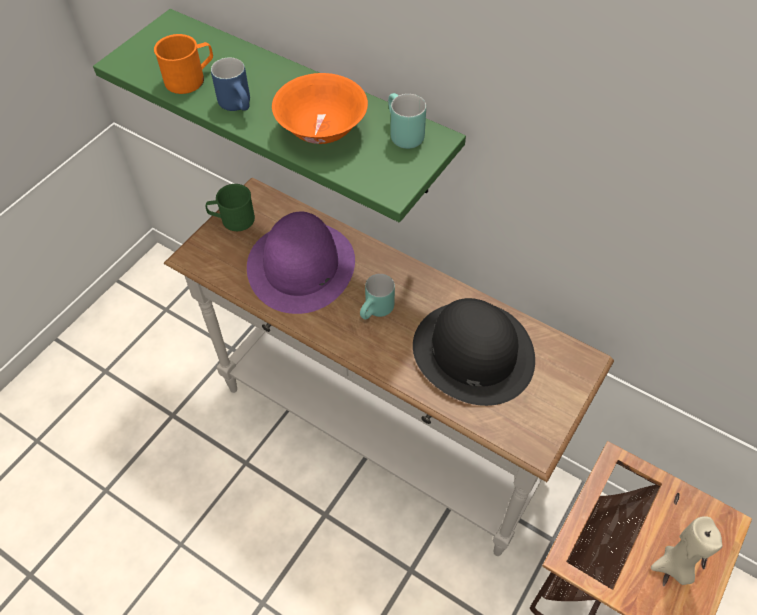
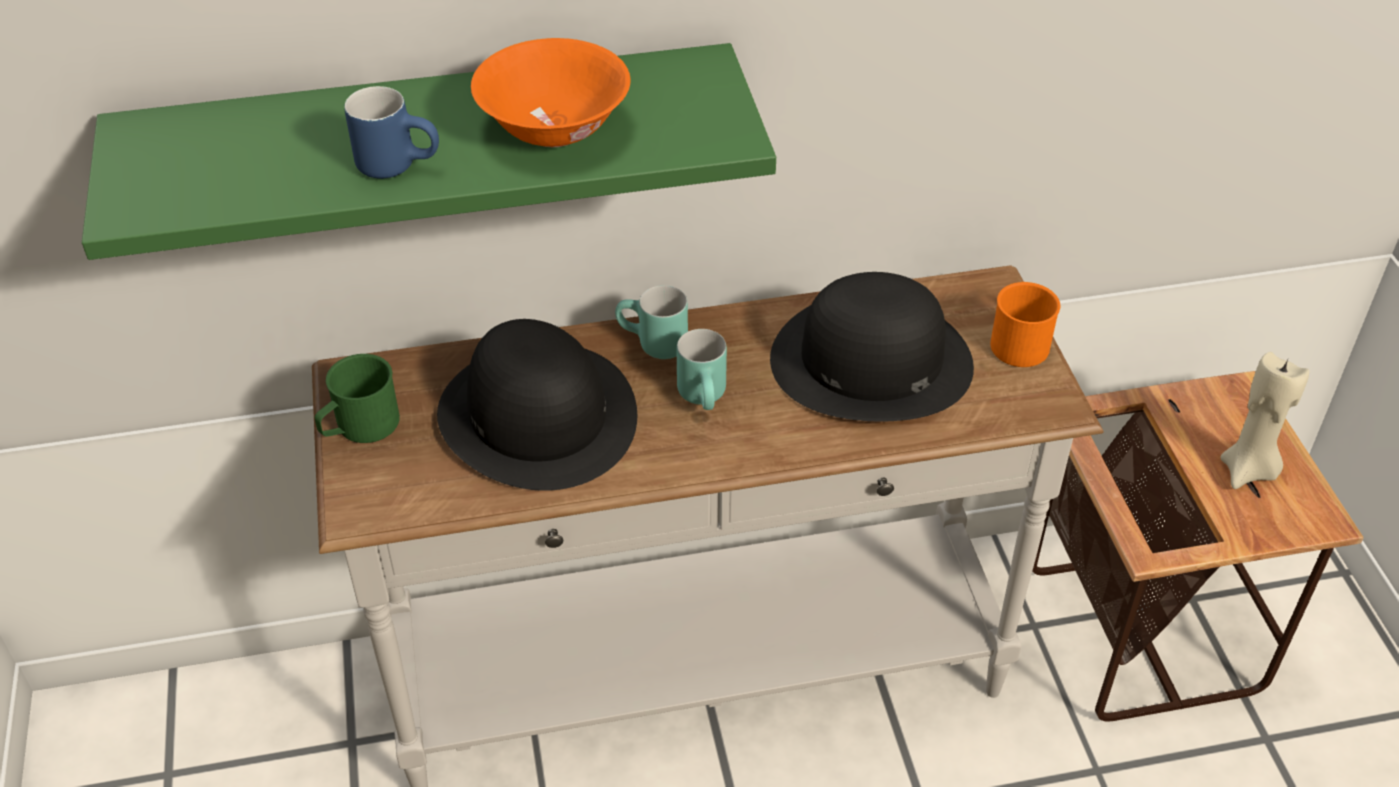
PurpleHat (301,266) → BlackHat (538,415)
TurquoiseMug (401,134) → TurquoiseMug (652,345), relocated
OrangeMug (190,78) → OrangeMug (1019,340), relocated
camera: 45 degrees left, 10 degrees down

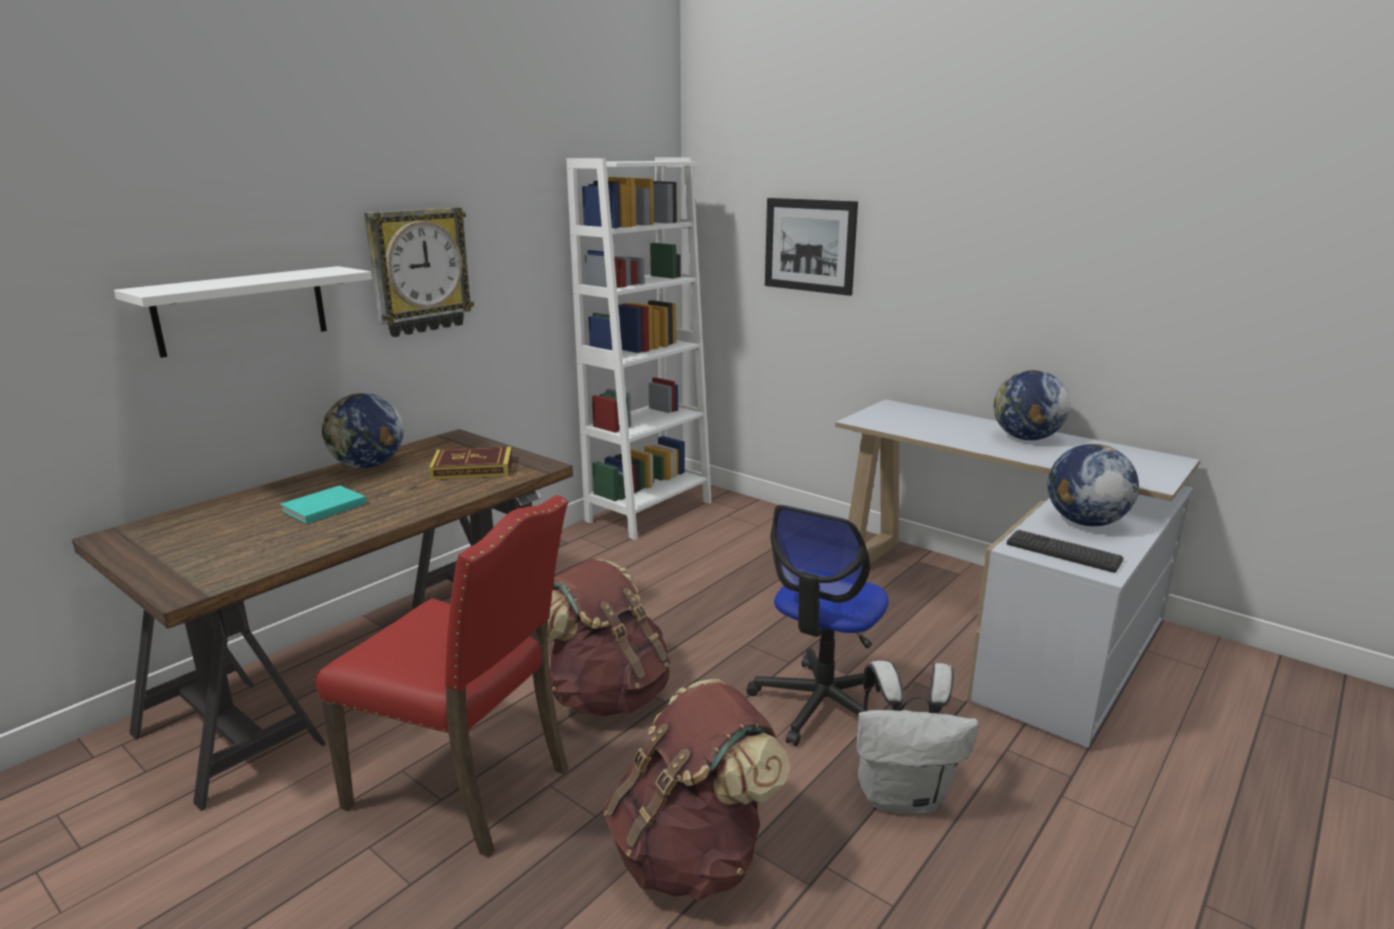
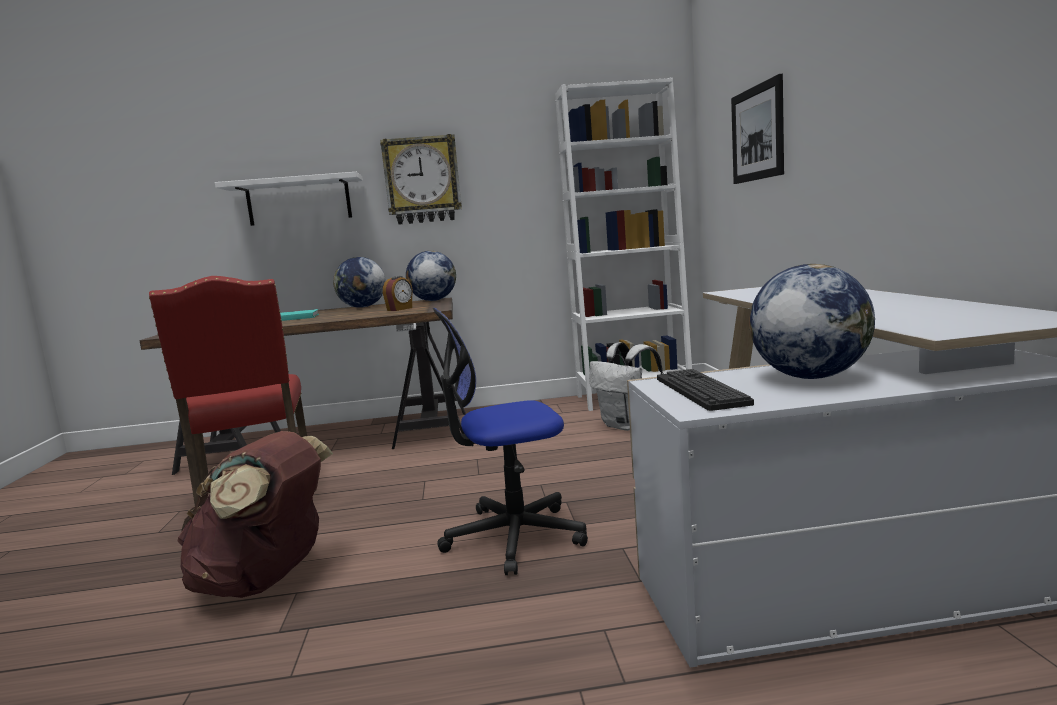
Book (472,468) → AlarmClock (400,309)
Globe (1026,438) → Globe (433,300), relocated
WhiteBackpack (903,795) → WhiteBackpack (627,425), relocated
BrownBackpack (606,694) → -
camera: 45 degrees right, 10 degrees down

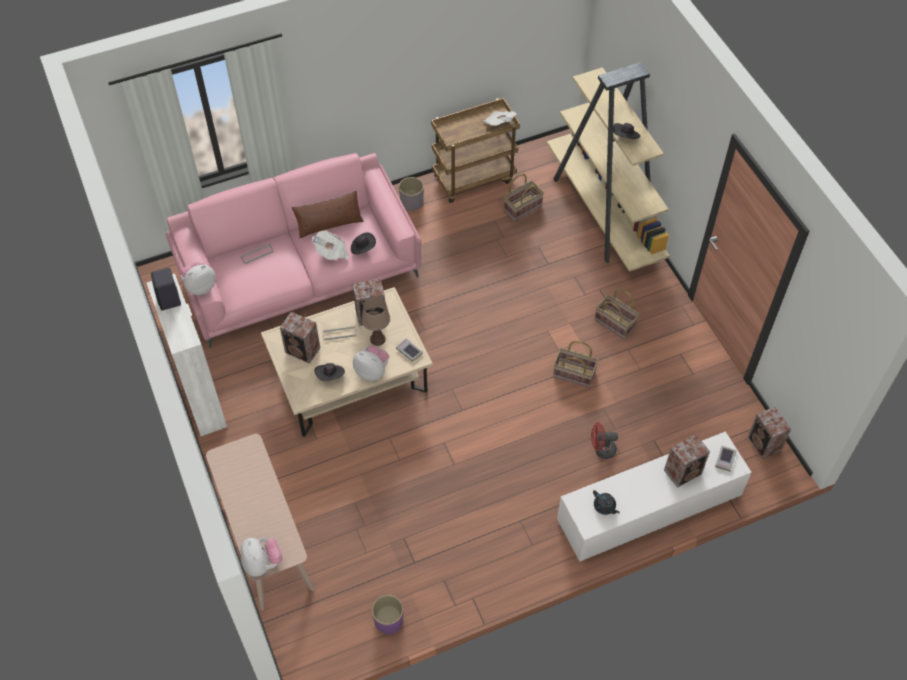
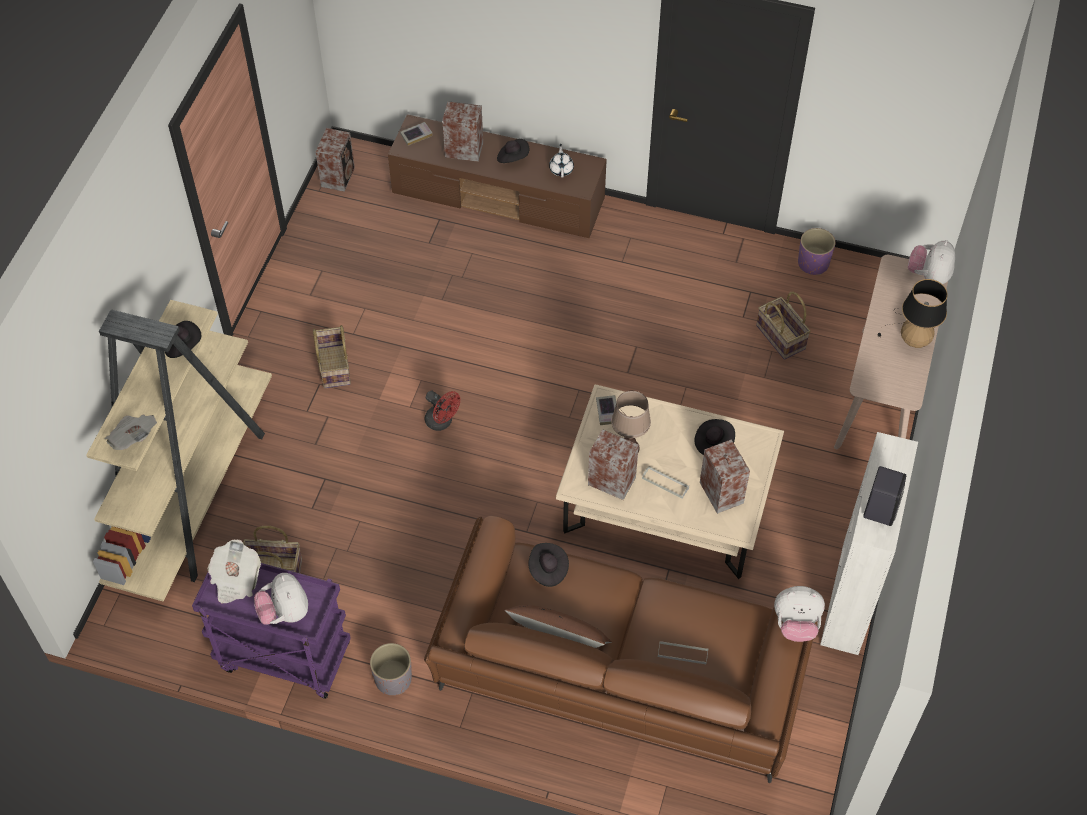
Newspaper (332,252) → Newspaper (133,438), relocated
BrownCart (474,178) → PurpleCart (282,657)
PlushToy (372,371) → PlushToy (284,612), relocated
WhiteTvStand (648,509) → BrownTvStand (499,197)
PinkSofa (300,274) → BrownSofa (617,678)
RedFan (601,450) → RedFan (442,422), relocated
- → BlackHat (513,157)
BlackTeapot (604,507) → WhiteTeapot (561,169)
Basket (573,374) → Basket (781,337), relocated
- → TableLamp (911,337)
camera: 140 degrees left, 0 degrees up

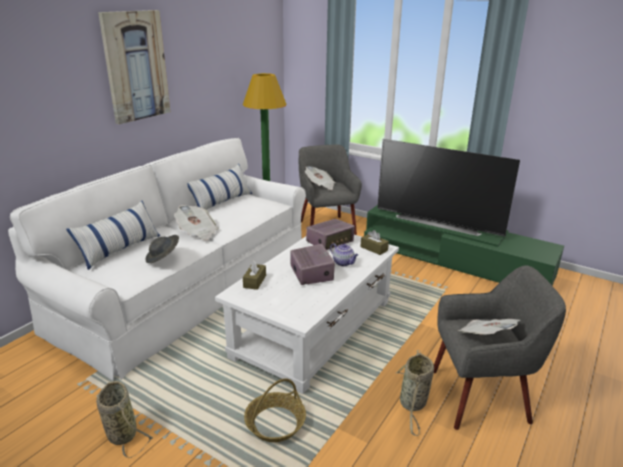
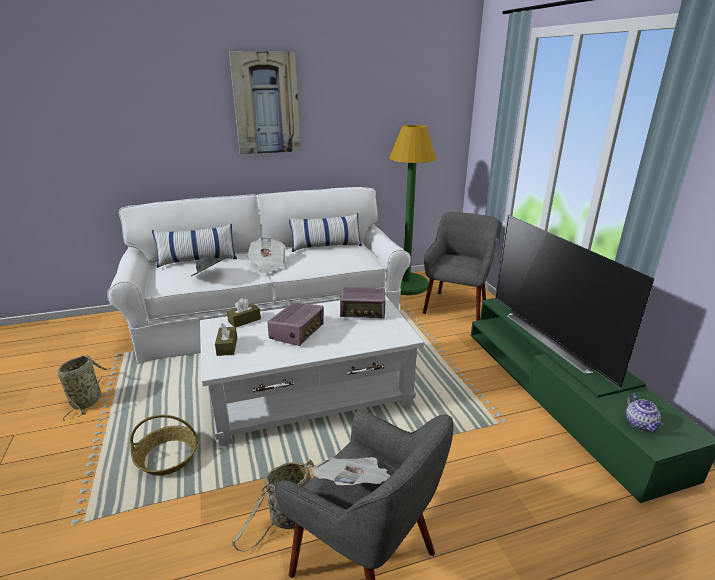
BrownTissueBox (374,249) → BrownTissueBox (227,346), relocated
Teapot (344,263) → Teapot (640,424), relocated
Newspaper (320,185) → -
camera: 40 degrees right, 0 degrees up

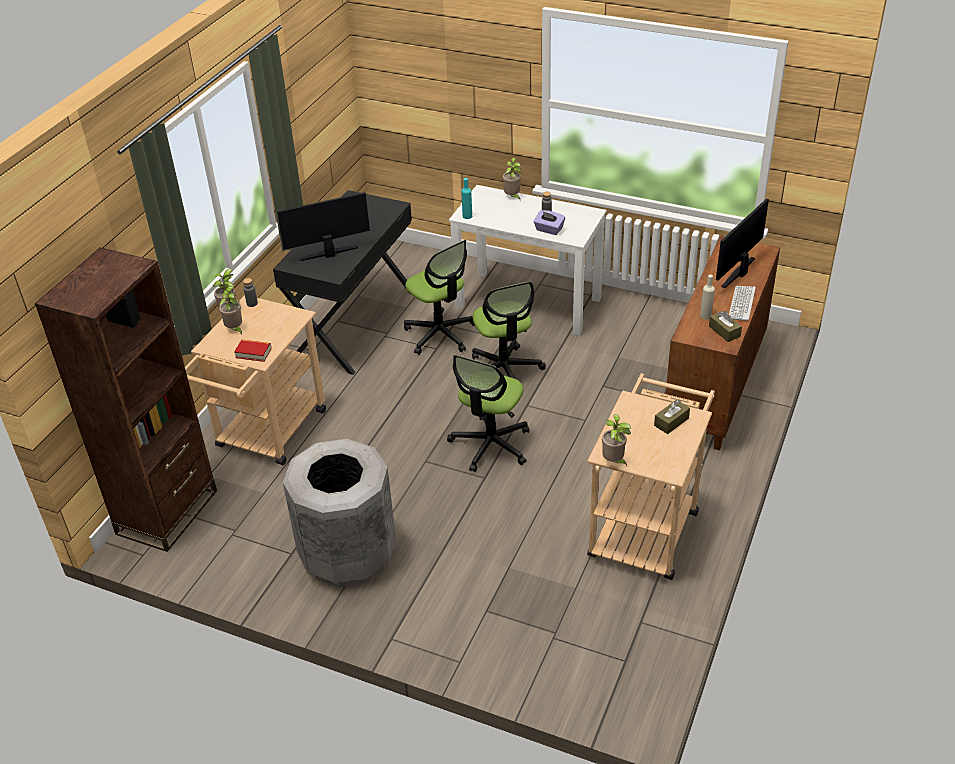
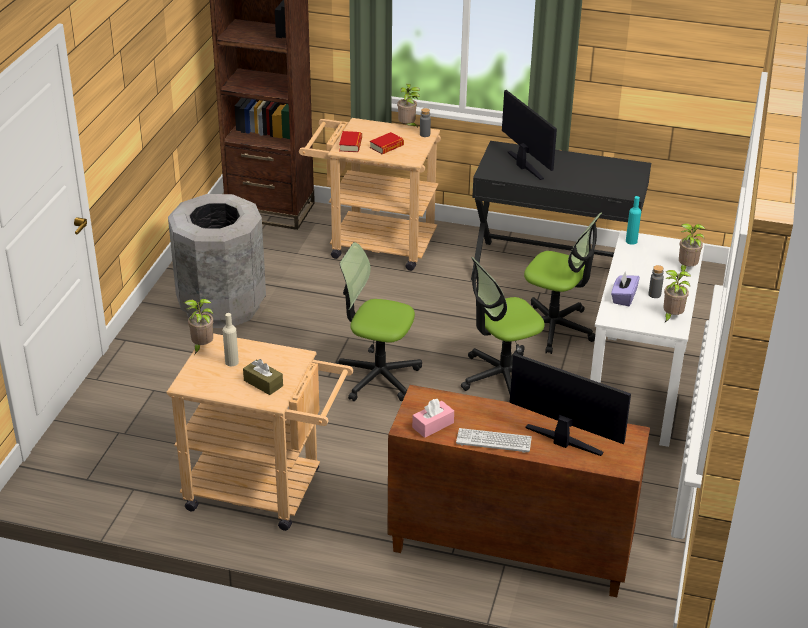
BeigeBottle (705,316) → BeigeBottle (231,362), relocated
- → Book (386,146)
BrownTissueBox (724,331) → PinkTissueBox (433,425)
OfficeChair (440,334) → OfficeChair (554,328), 105 degrees counterclockwise
PottedPlant (235,329) → PottedPlant (671,317), relocated
camera: 80 degrees right, 5 degrees down

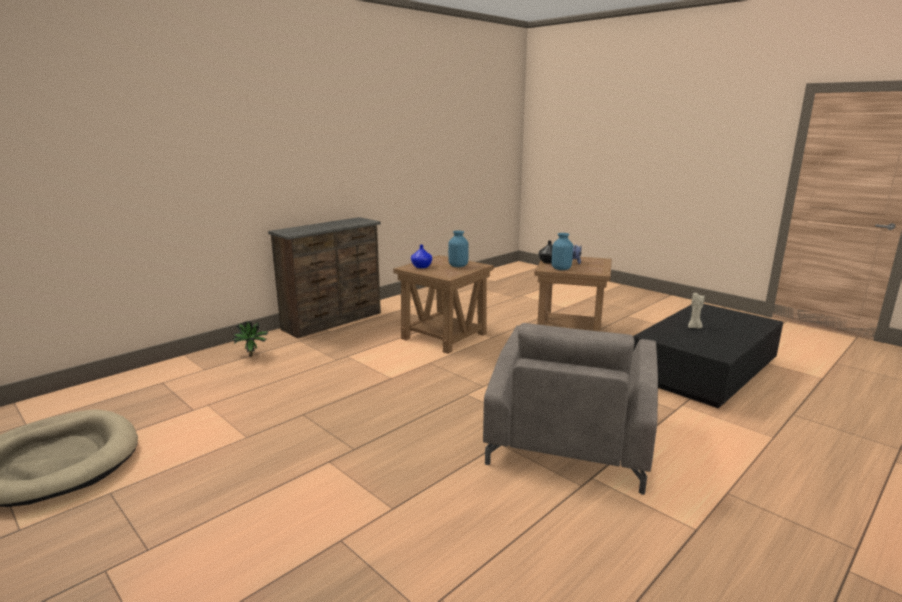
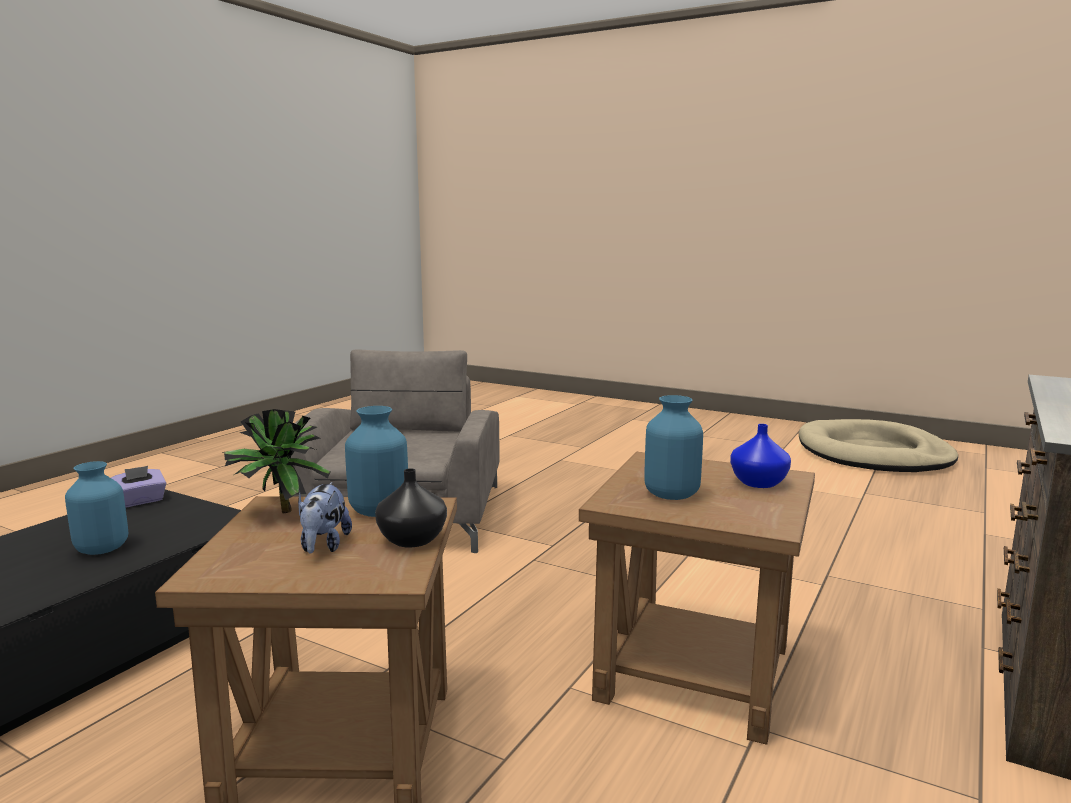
BeigeCandle (694,327) → BlueVase (103,549)
- → PurpleTissueBox (140,501)
PottedPlant (253,356) → PottedPlant (278,512), relocated
camera: 165 degrees right, 5 degrees down

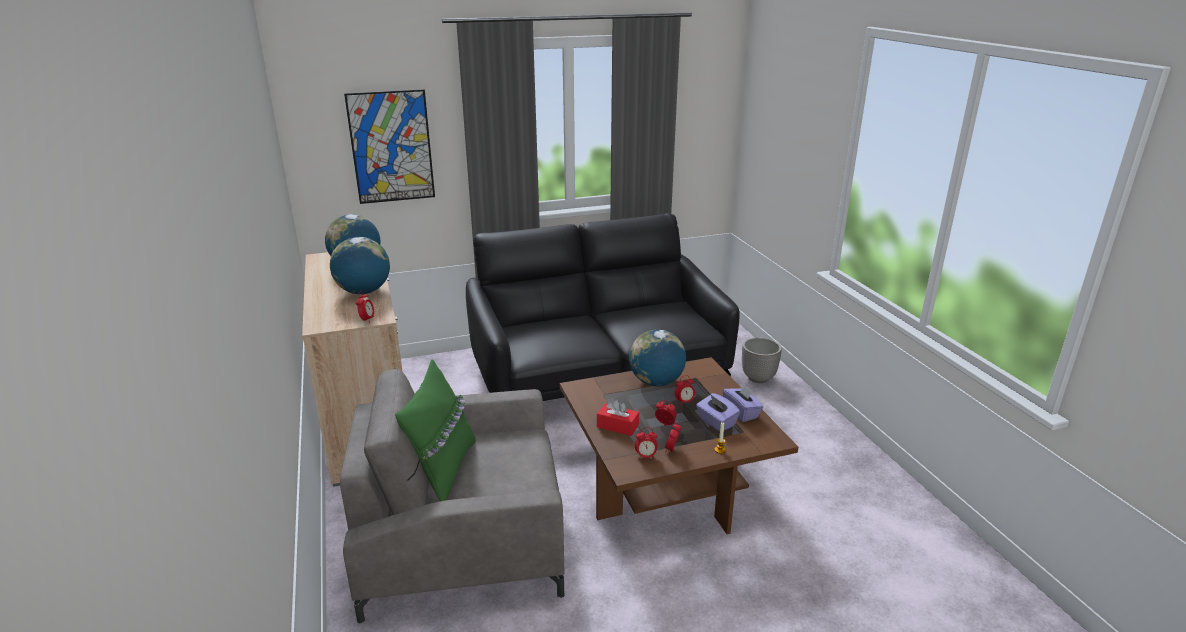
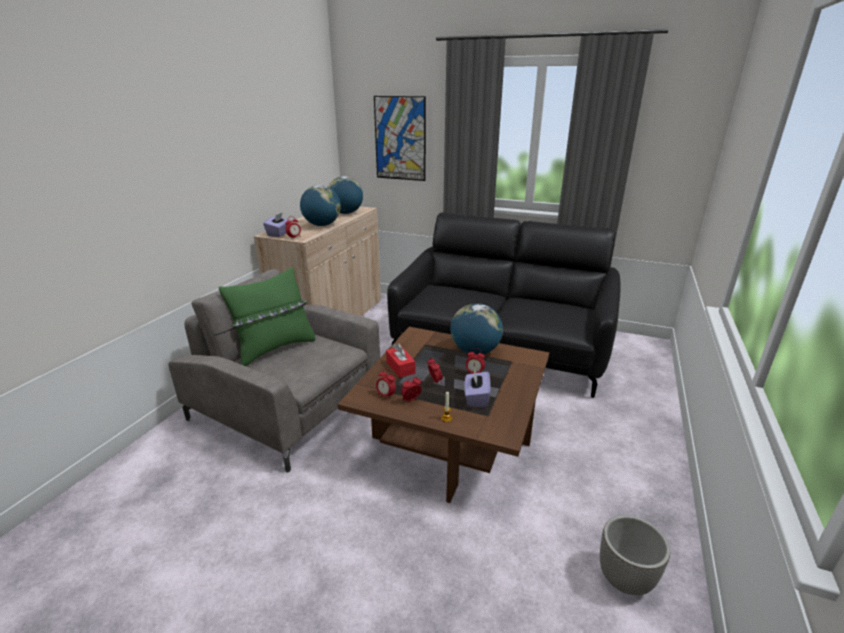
PurpleTissueBox (741,412) → PurpleTissueBox (279,234), relocated
Planter (758,378) → Planter (625,579), relocated
camera: 40 degrees right, 0 degrees up

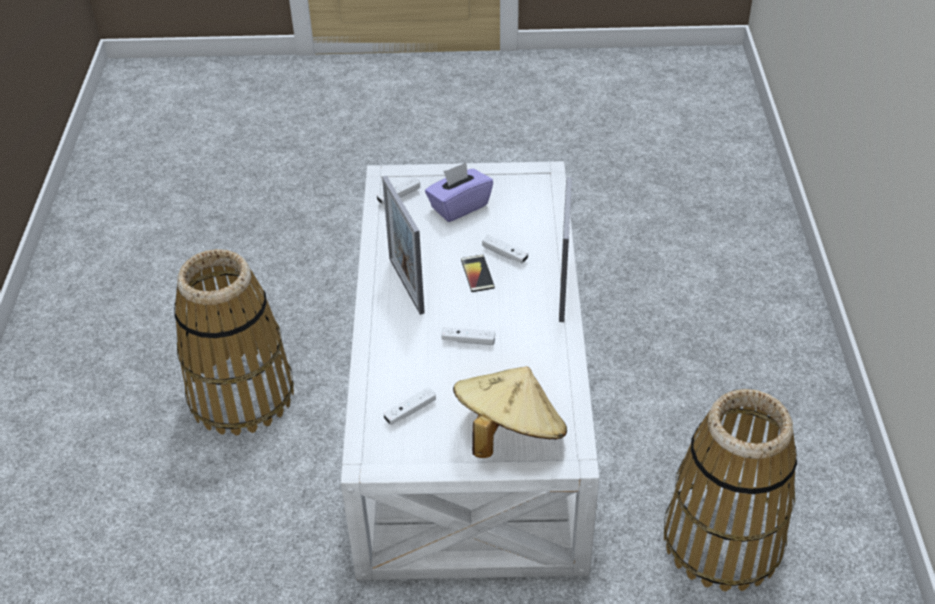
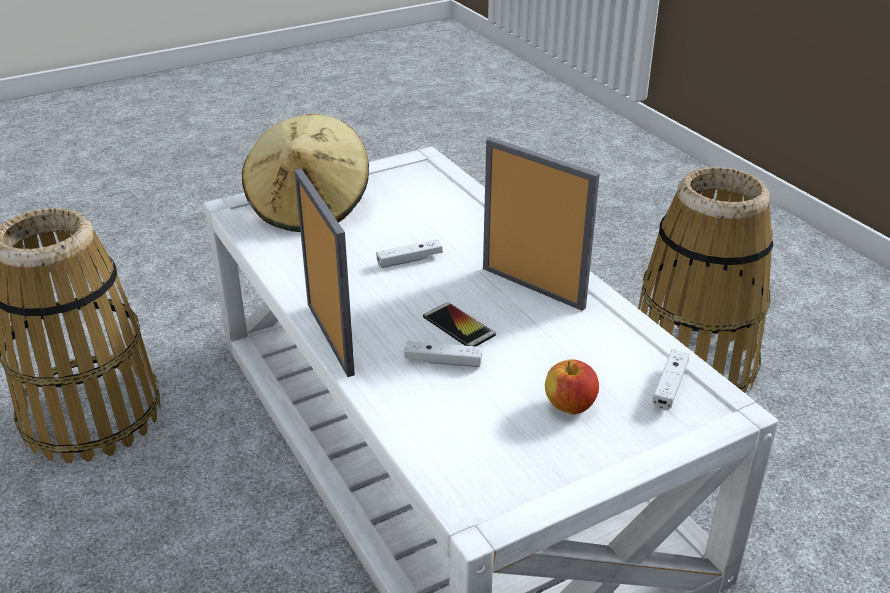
PurpleTissueBox (459,206) → Apple (570,406)
WhiteGameController (410,411) → -
camera: 150 degrees right, 10 degrees down

